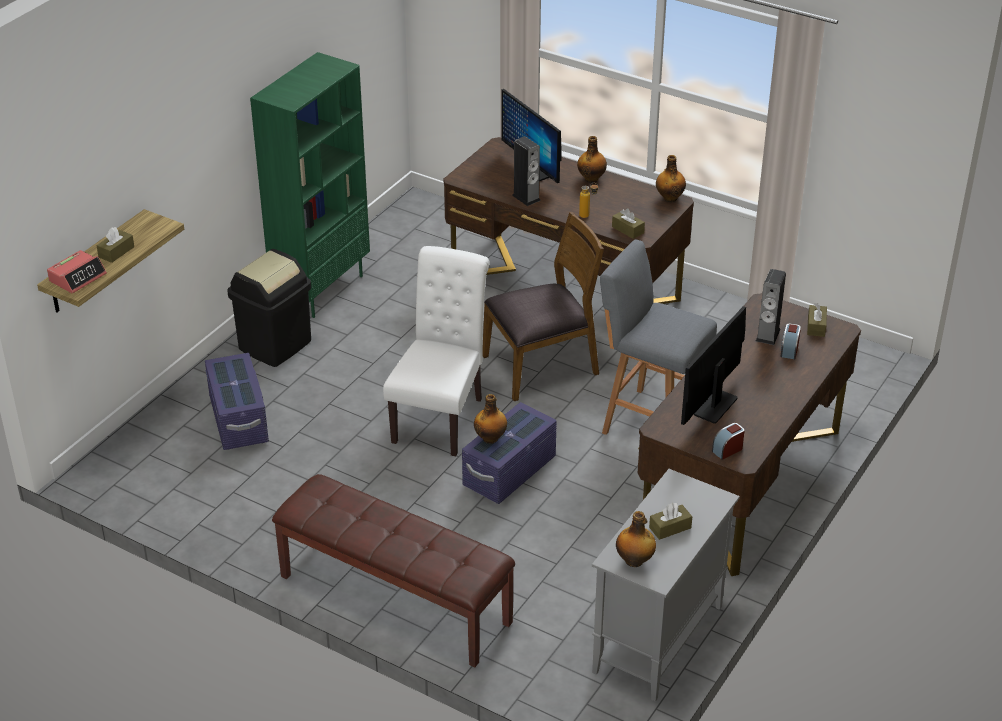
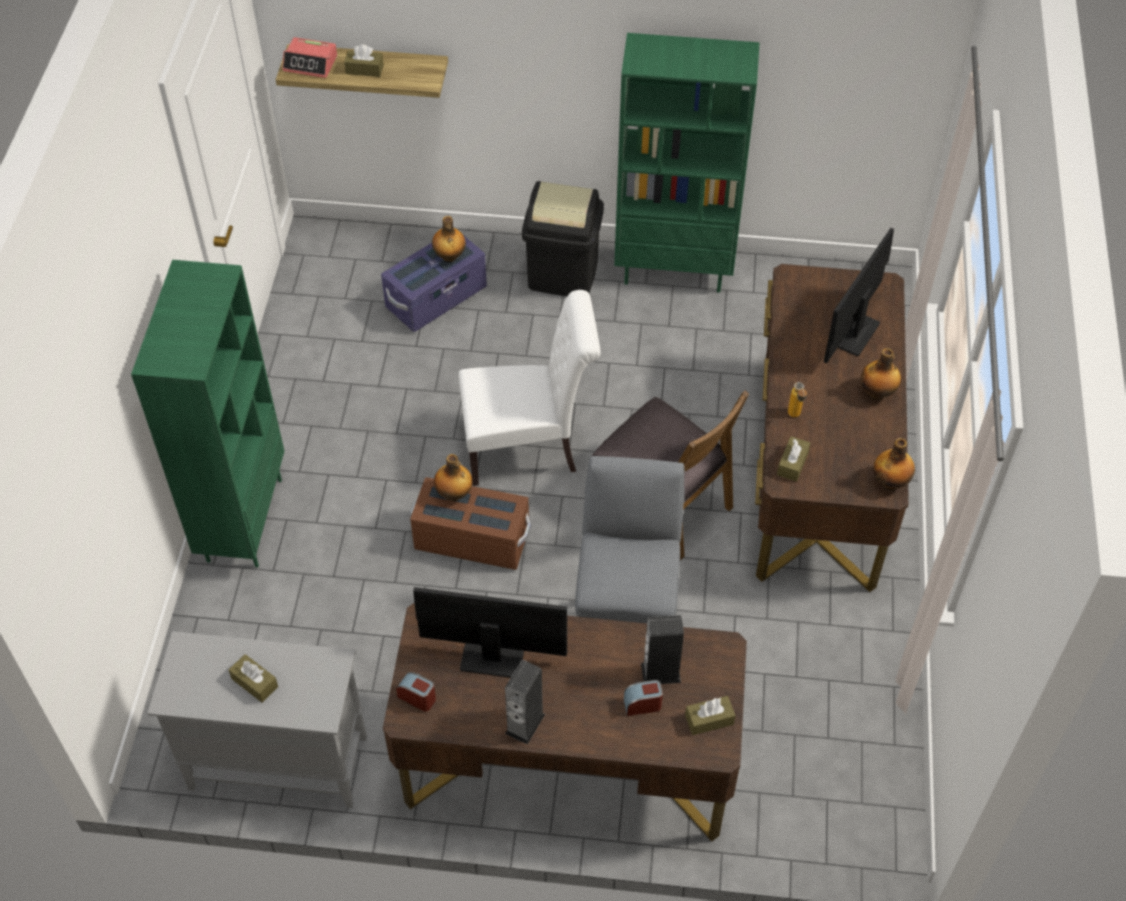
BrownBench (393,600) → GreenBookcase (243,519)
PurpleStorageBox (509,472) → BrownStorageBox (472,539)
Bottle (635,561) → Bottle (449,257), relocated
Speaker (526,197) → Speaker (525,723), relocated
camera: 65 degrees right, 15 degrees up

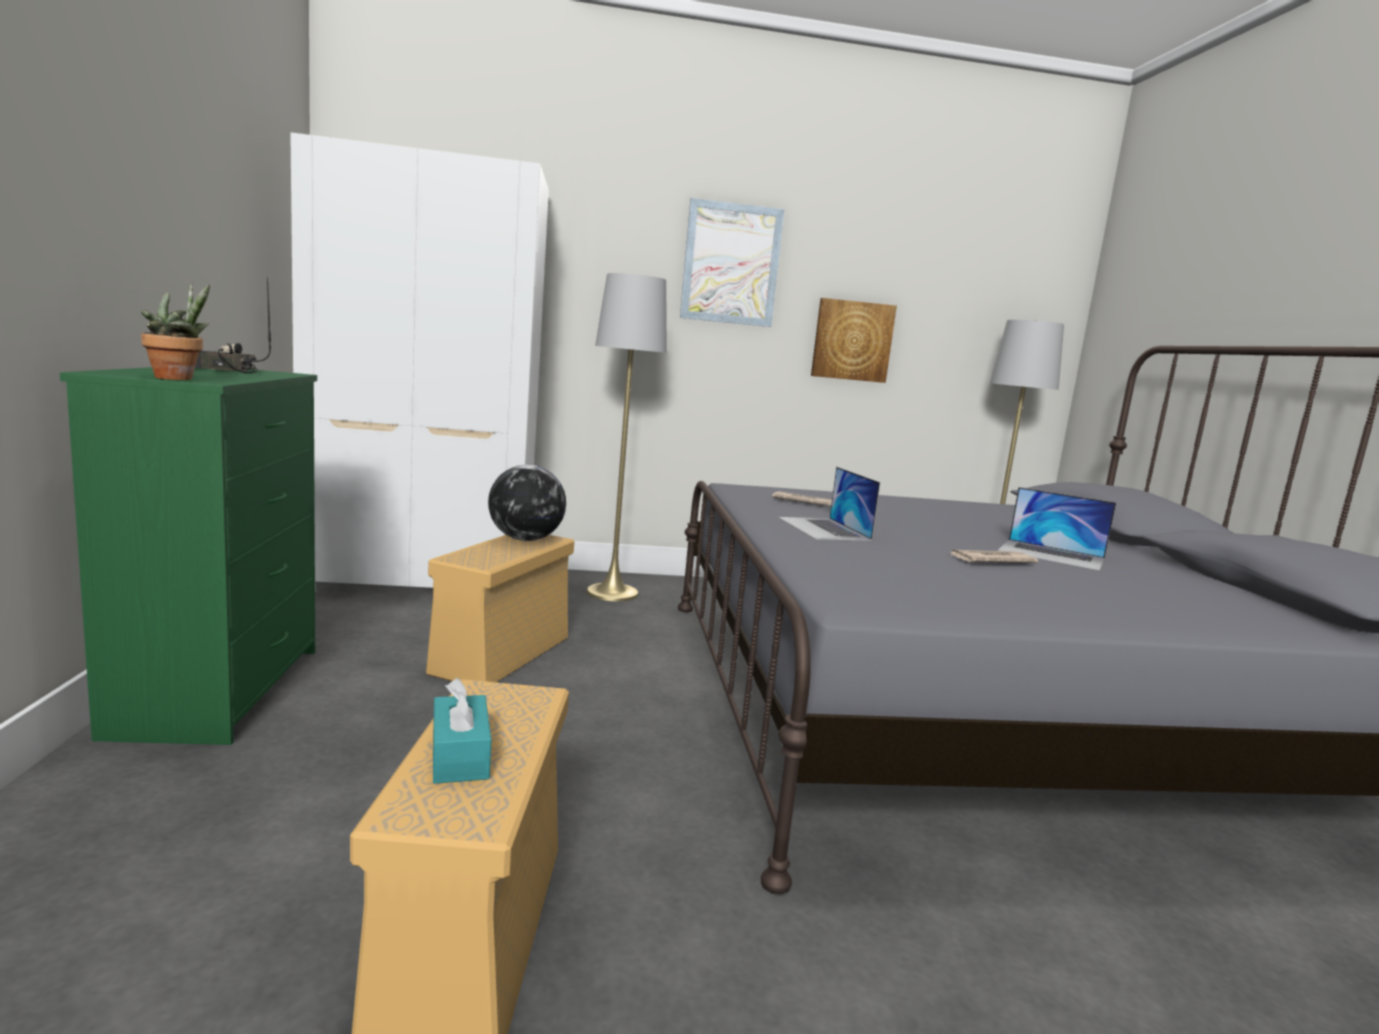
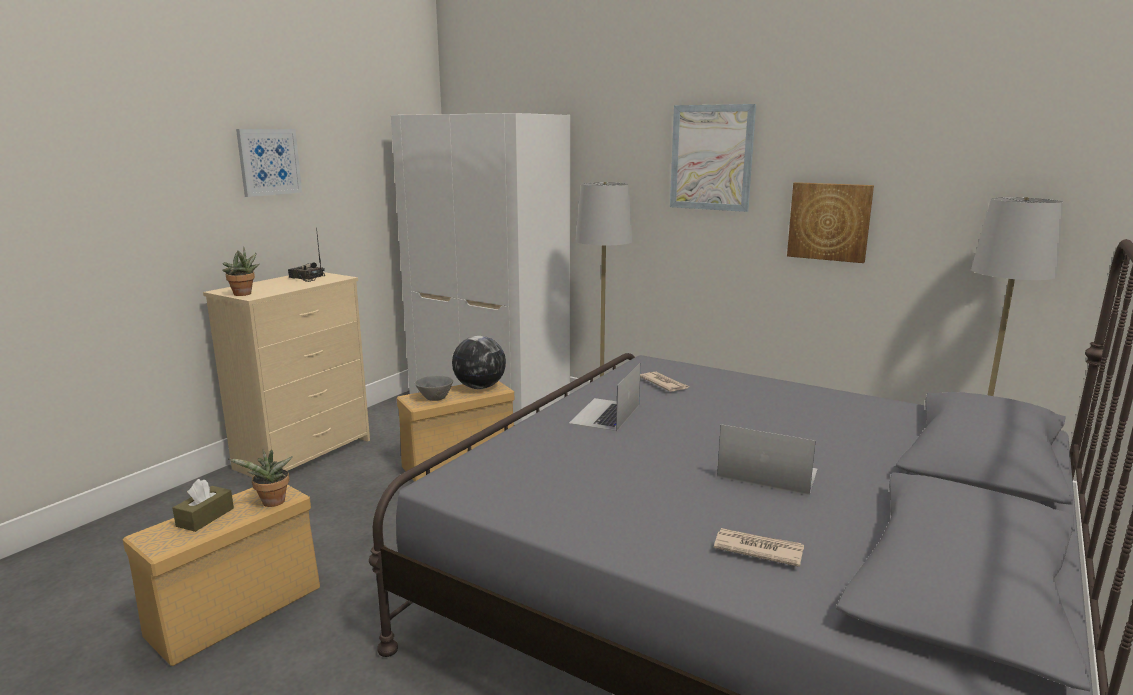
TurquoiseTissueBox (460,756) → BrownTissueBox (205,517)
GreenDresser (222,689) → BeigeDresser (305,454)
- → PottedPlant (272,503)
- → Picture (269,162)
- → GreyBowl (435,397)
Newspaper (990,560) → Newspaper (757,549), relocated
Laptop (1051,554) → Laptop (767,473), 135 degrees clockwise
camera: 40 degrees right, 5 degrees up

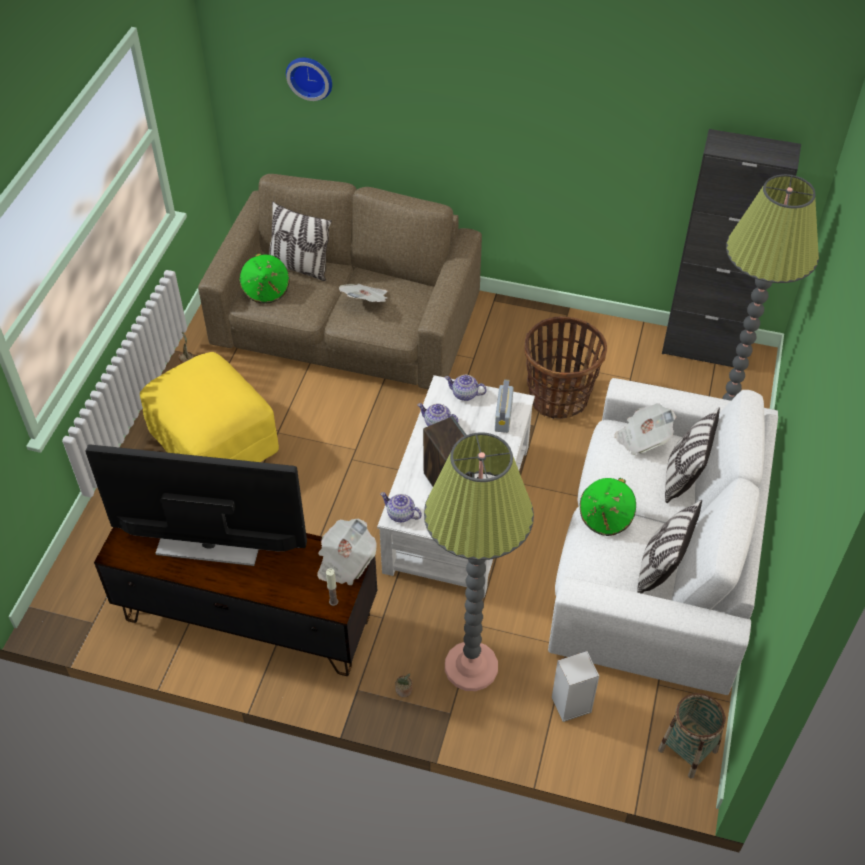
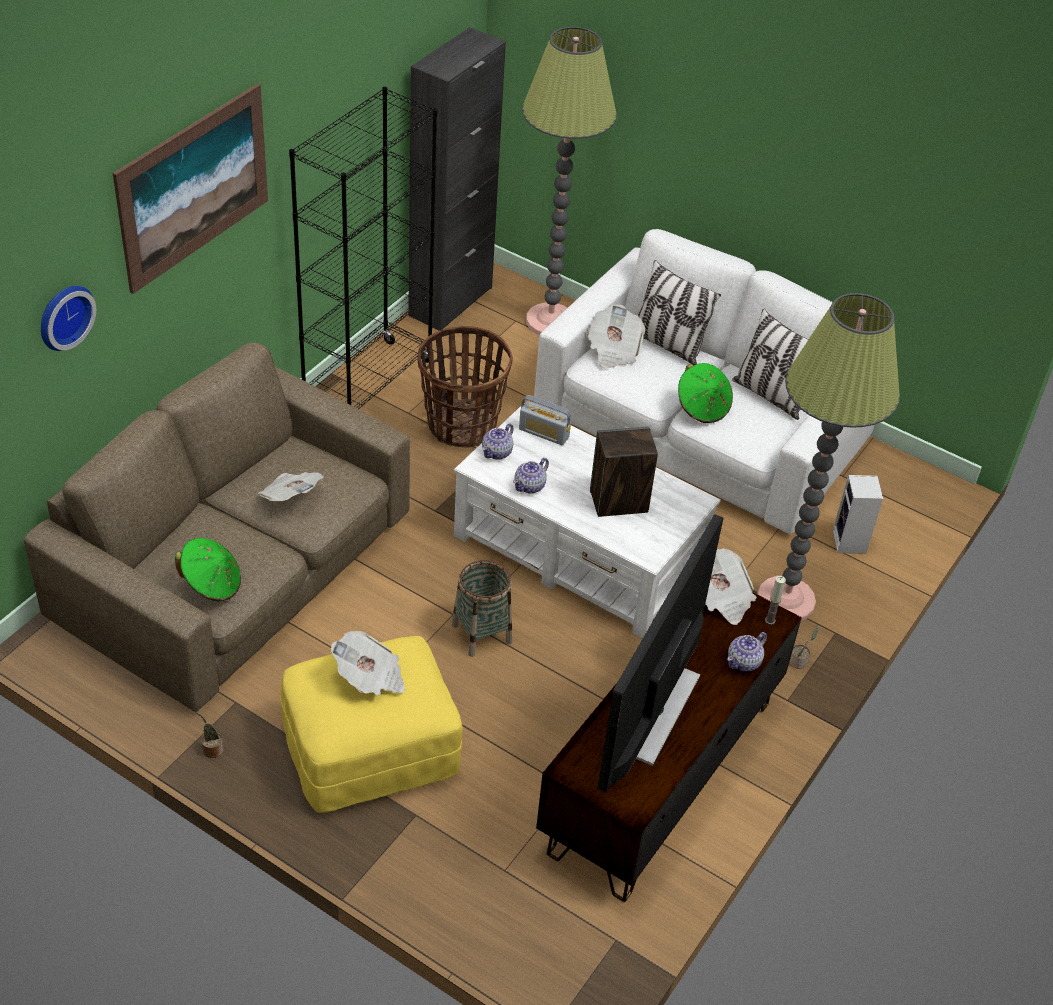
- → Picture (194,187)
- → BlackBookcase (368,385)
- → Newspaper (370,678)
Basket (687,750) → Basket (481,633), relocated
Teapot (401,514) → Teapot (744,662), relocated
Pillow (300,267) → -
camera: 75 degrees left, 5 degrees down

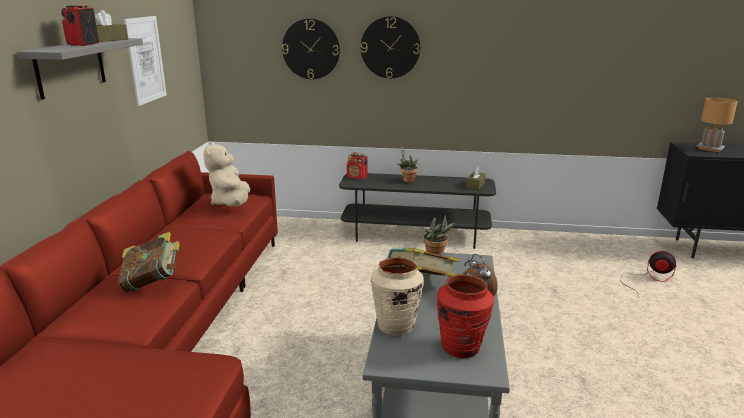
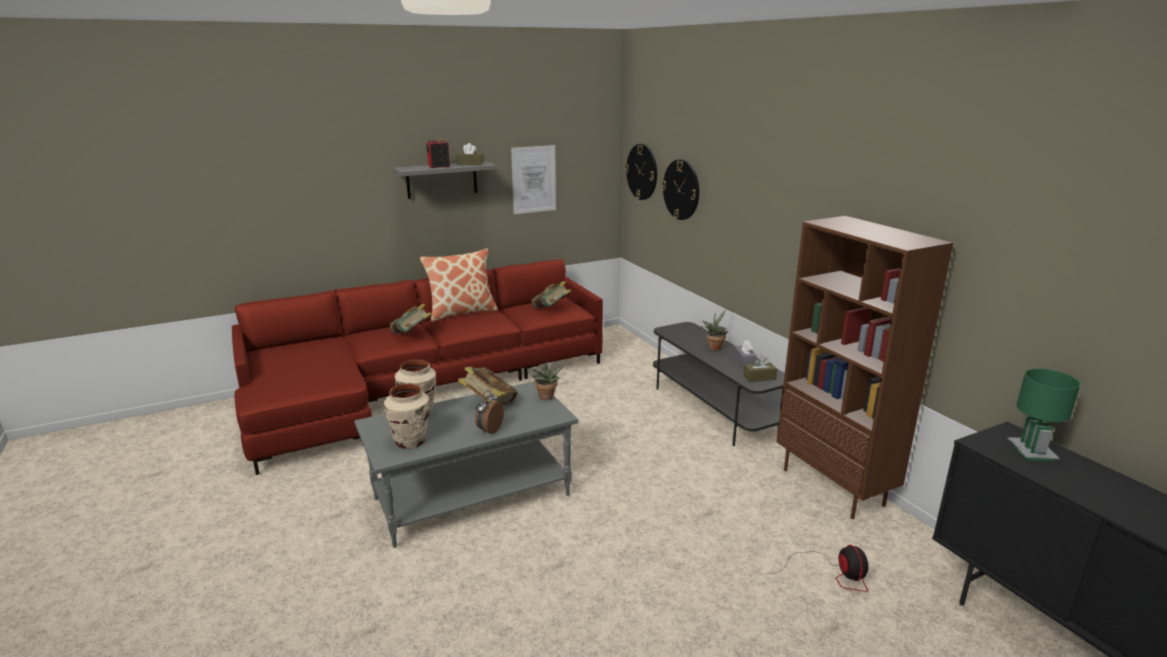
RedVase (461,347) → BeigeVase (410,441)
- → Pillow (461,312)
BeigePlushToy (231,203) → Book (551,309)
WallClock (390,47) → WallClock (642,172), relocated
- → GreyTissueBox (744,361)
- → BrownBookcase (834,487)
BrownTableLamp (710,149) → GreenTableLamp (1031,452)
Radio (357,177) → -
camera: 55 degrees right, 0 degrees up

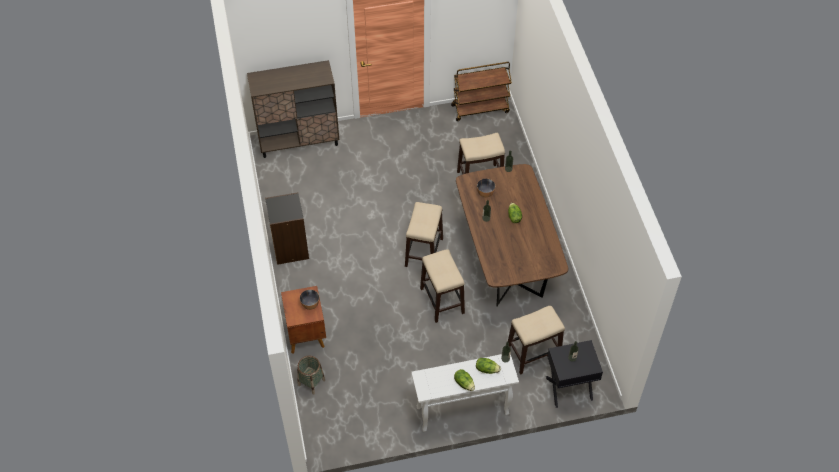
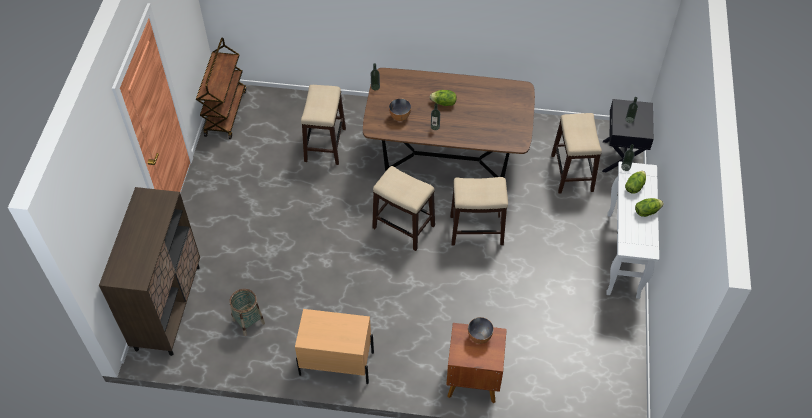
Basket (311,382) → Basket (248,321), relocated
BlackBookcase (290,248) → BeigeNightstand (336,363)
camera: 70 degrees left, 0 degrees up

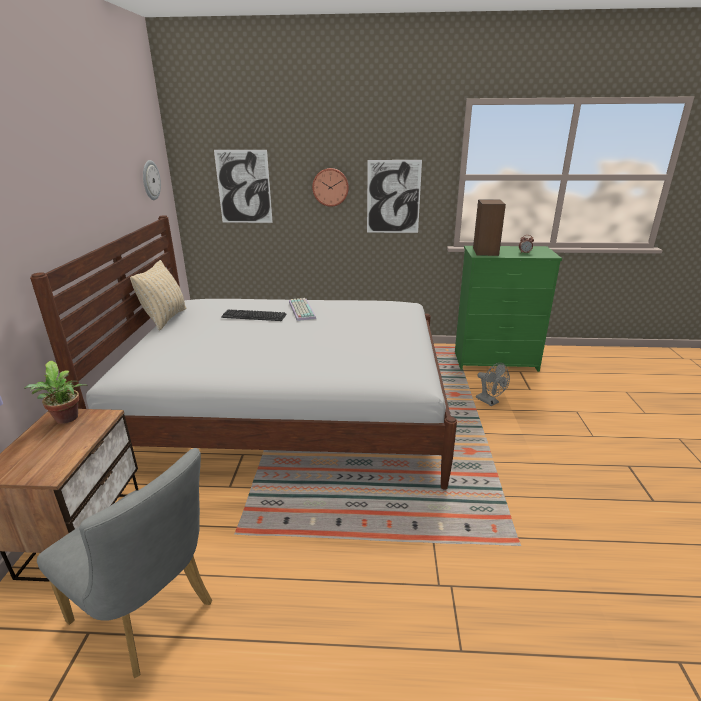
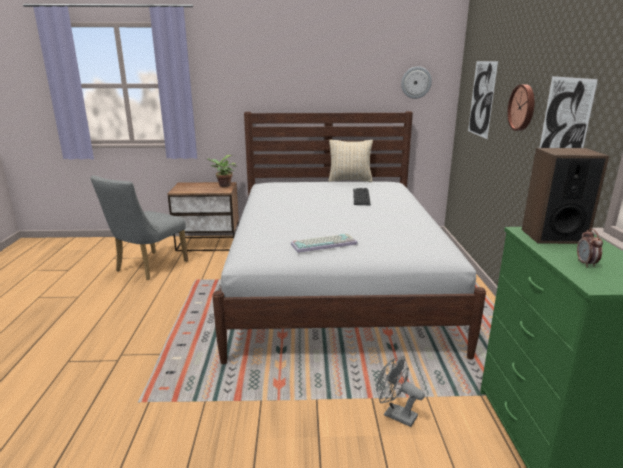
Keyboard (300,310) → Keyboard (324,243), relocated
GreyFan (490,402) → GreyFan (395,414), 75 degrees clockwise
camera: 85 degrees right, 5 degrees down

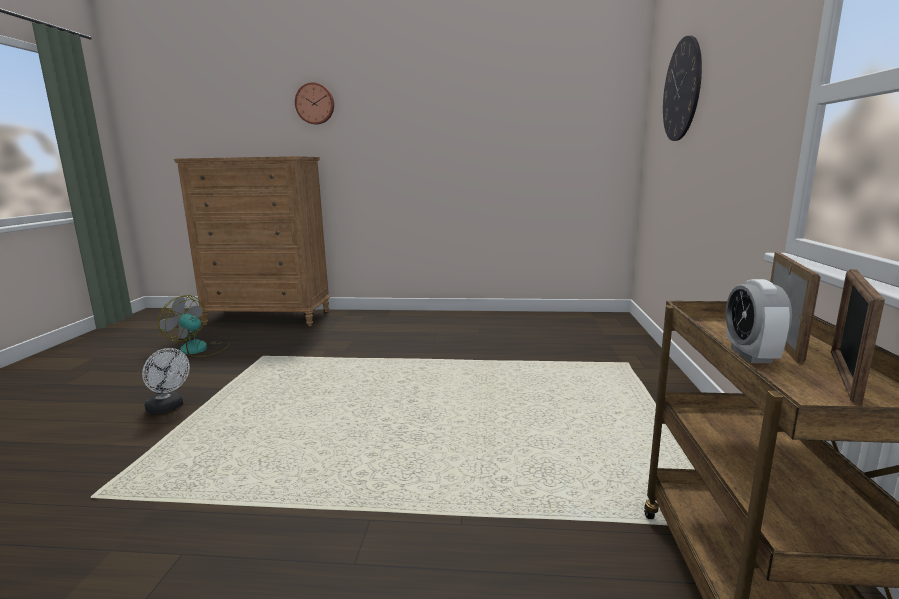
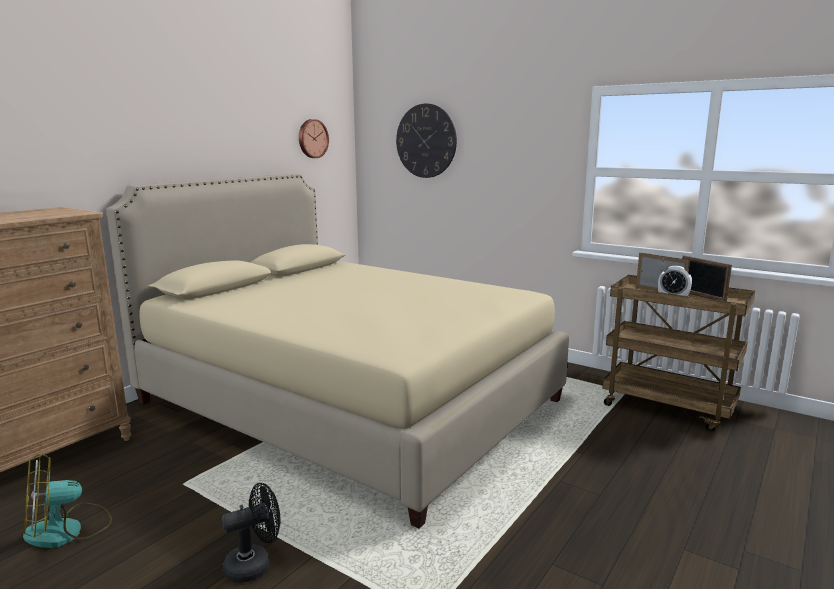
- → BeigeBed (349,401)
WhiteFan (168,408) → BlackFan (255,564)
WallClock (315,104) → WallClock (312,138), relocated
camera: 60 degrees left, 0 degrees up

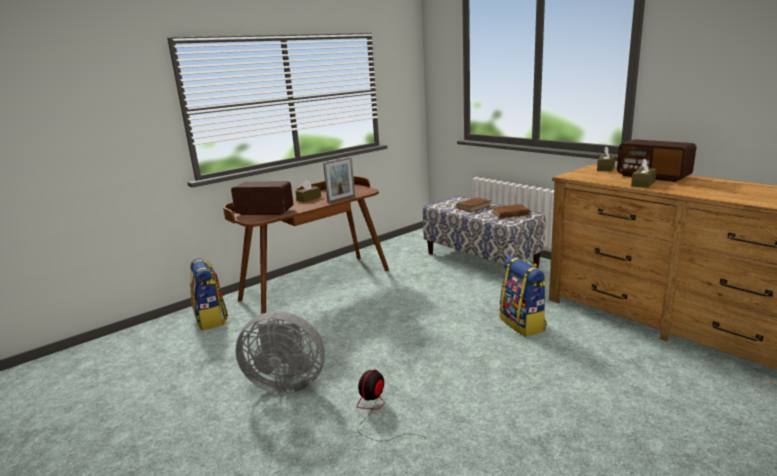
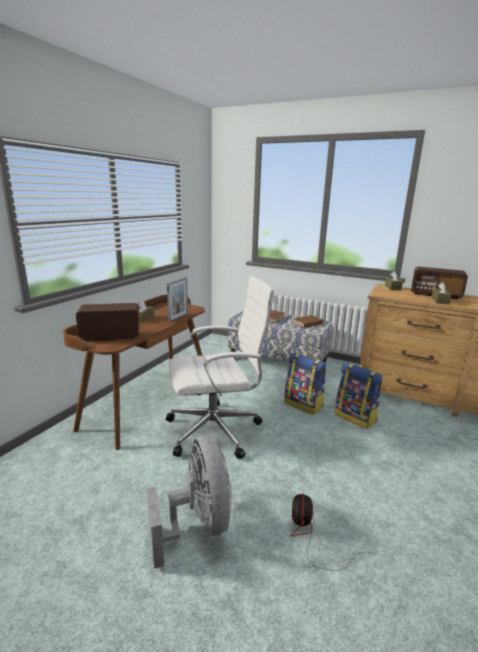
GreyFan (286,383) → GreyFan (198,524), 90 degrees counterclockwise
- → WhiteOfficeChair (217,430)
Backpack (211,319) → Backpack (304,404), relocated
camera: 25 degrees left, 0 degrees up

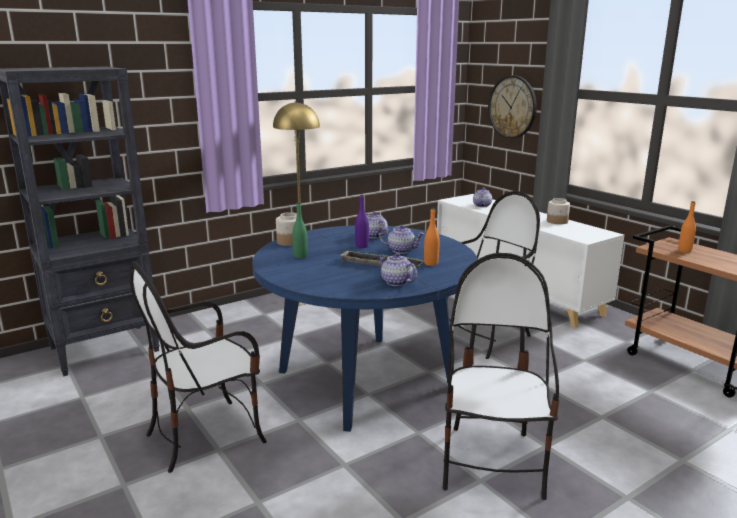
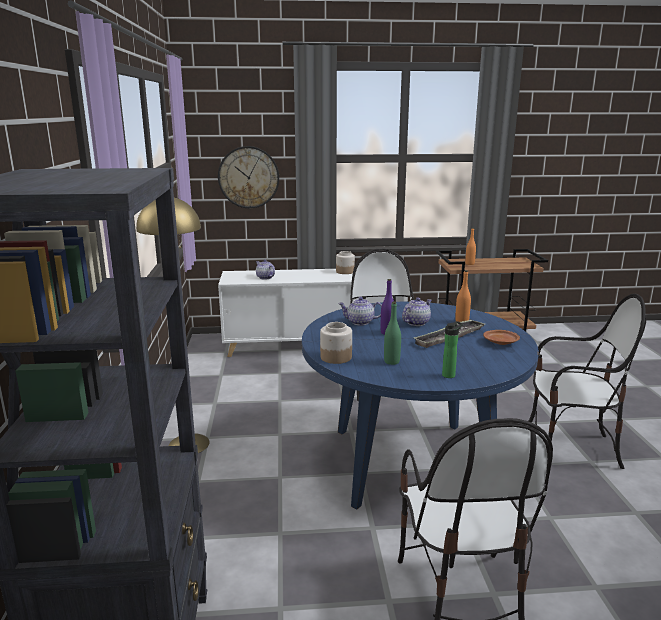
- → Bottle (450,375)
Teapot (396,282) → BrownPlate (501,342)
Chair (492,462) → Chair (570,449), 150 degrees clockwise
camera: 60 degrees left, 0 degrees up

